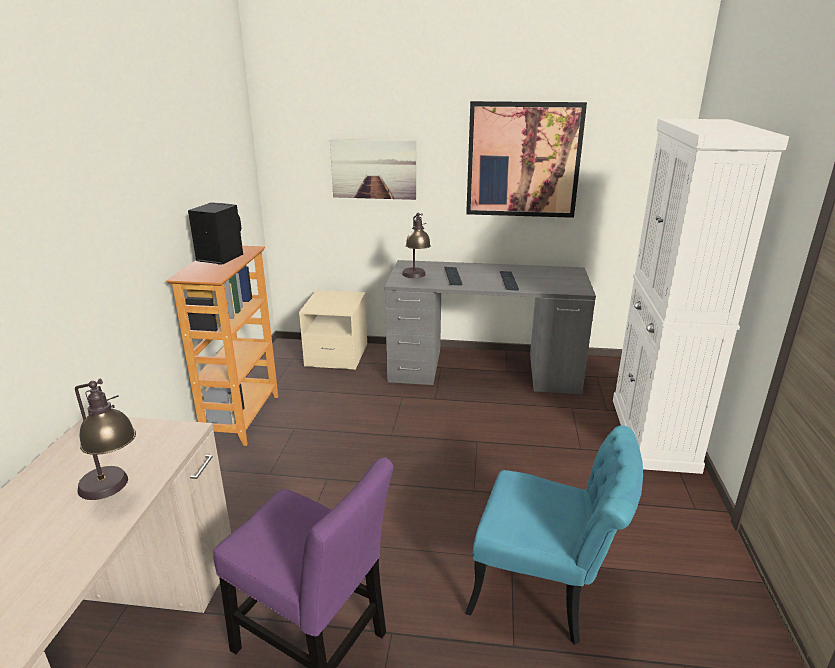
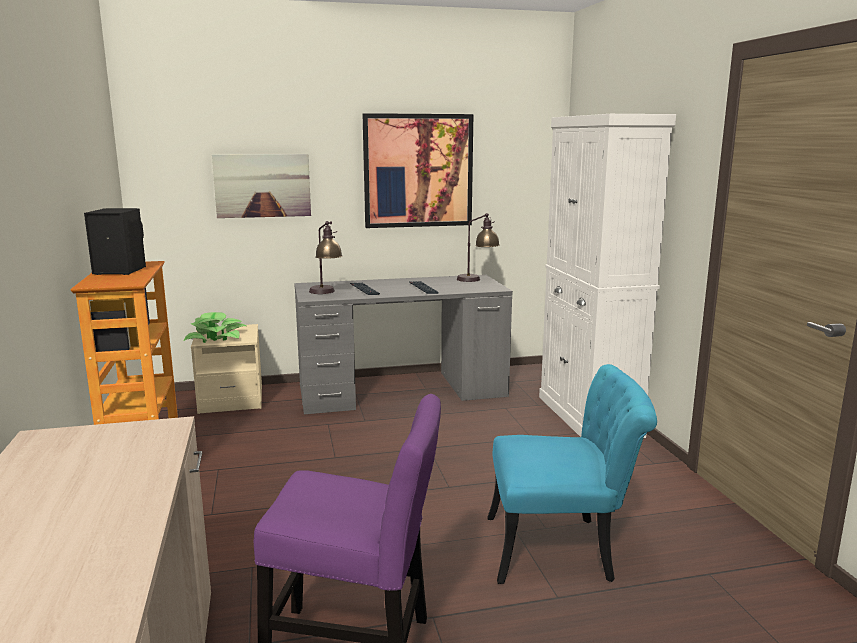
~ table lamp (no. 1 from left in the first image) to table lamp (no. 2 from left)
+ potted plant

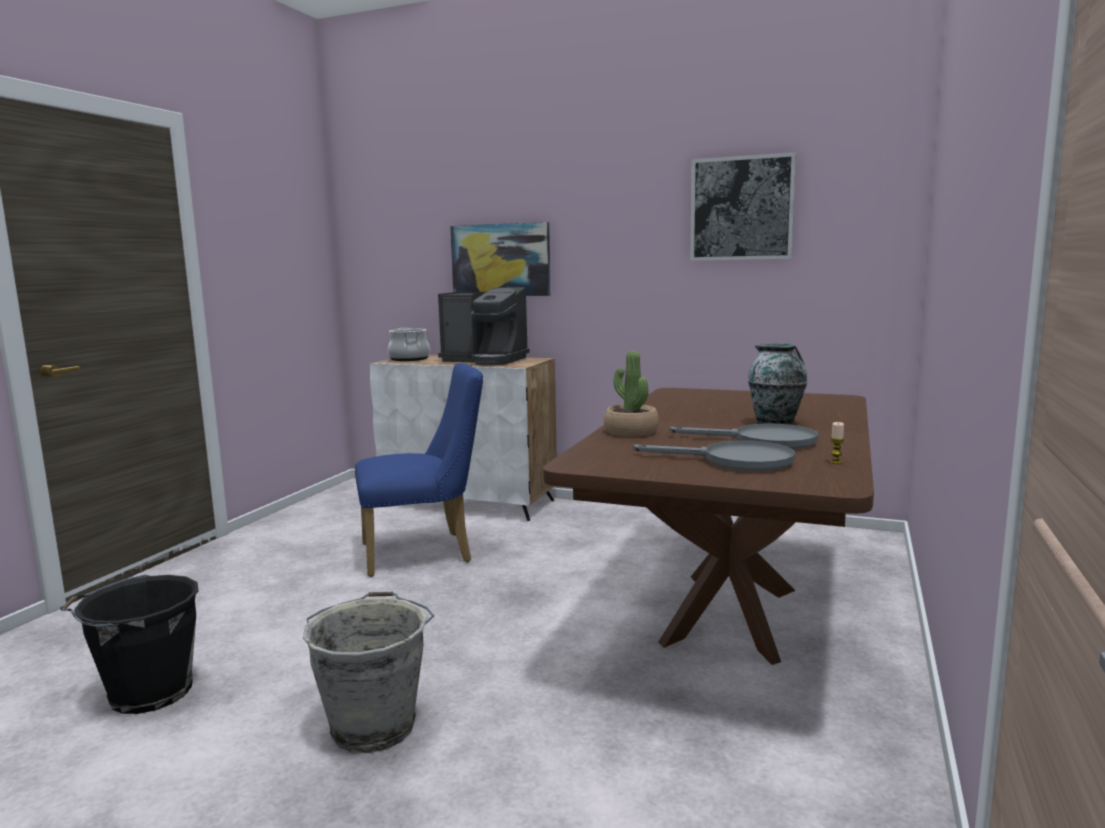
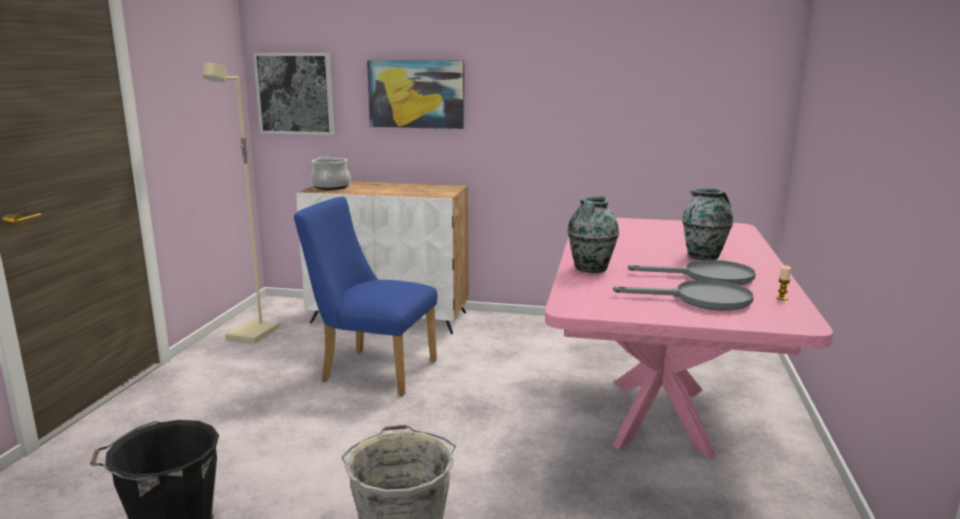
~ picture (no. 2 from left in the first image) to picture (no. 1 from left)
- coffee machine
~ potted plant to vase (no. 1 from left)
~ blue chair 135 degrees counterclockwise
~ brown dining table to pink dining table
+ beige floor lamp

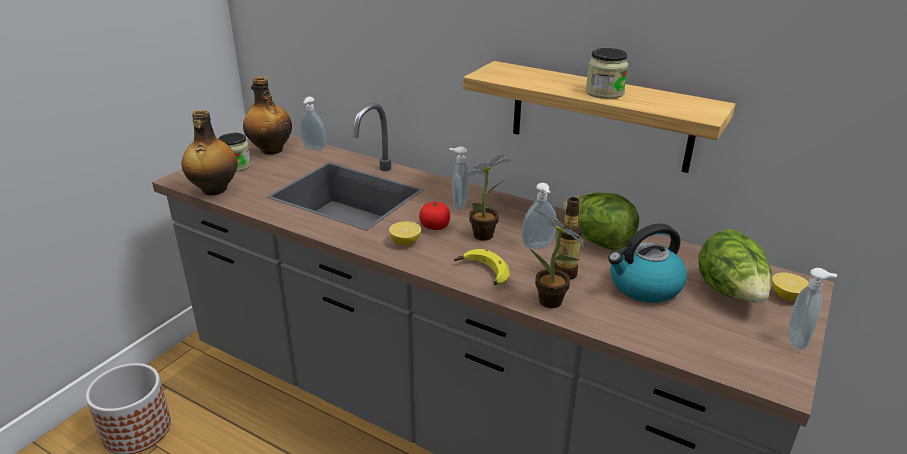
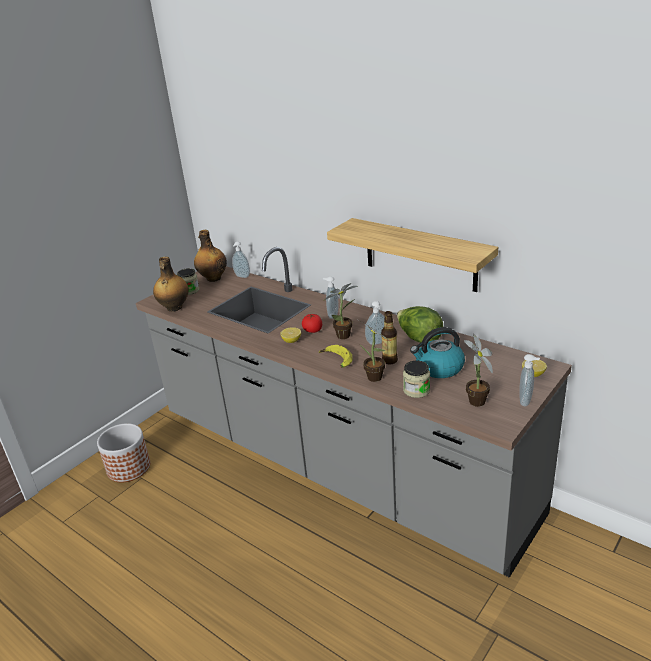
~ jar (no. 2 from left)
- lettuce (no. 2 from left)
+ potted plant (no. 3 from left)

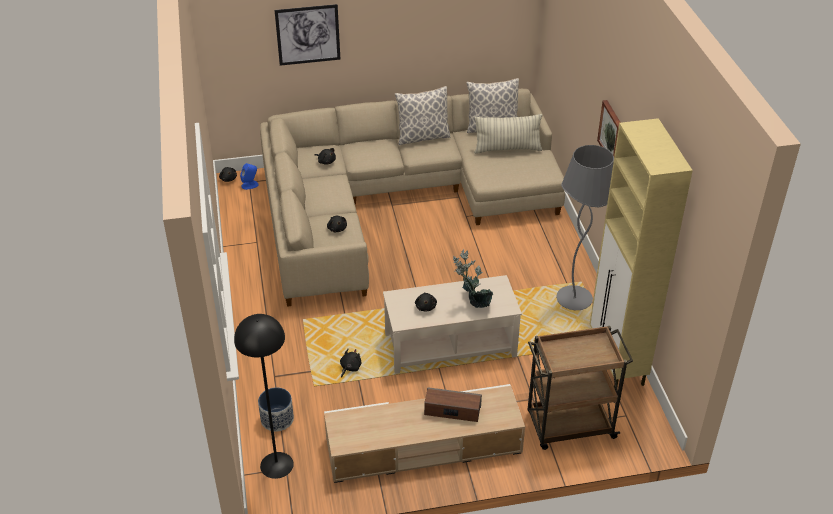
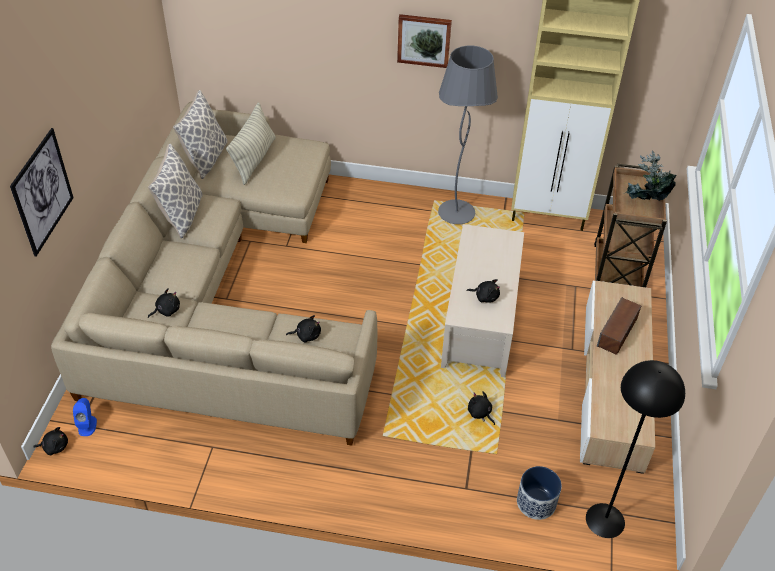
~ potted plant

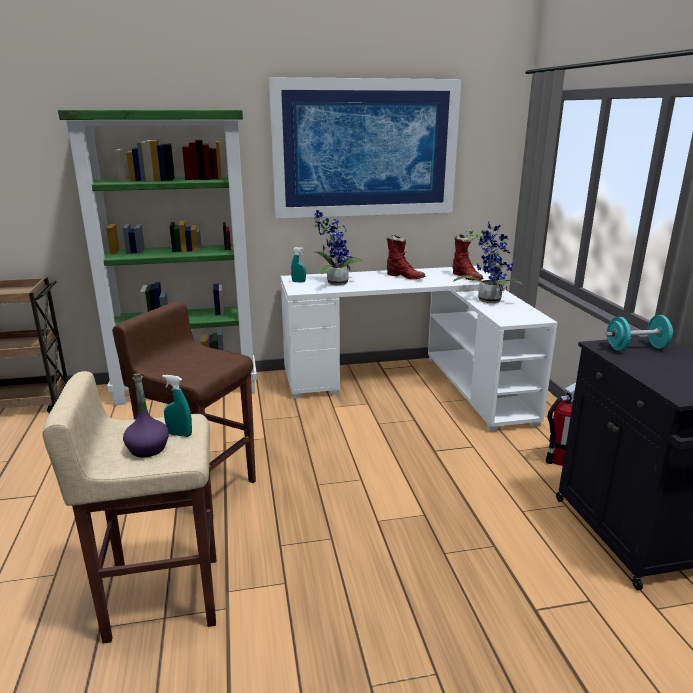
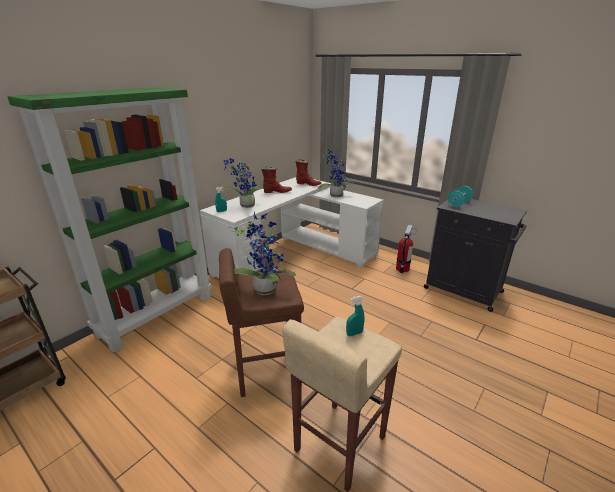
- picture
- purple bottle
+ potted plant (no. 2 from left)

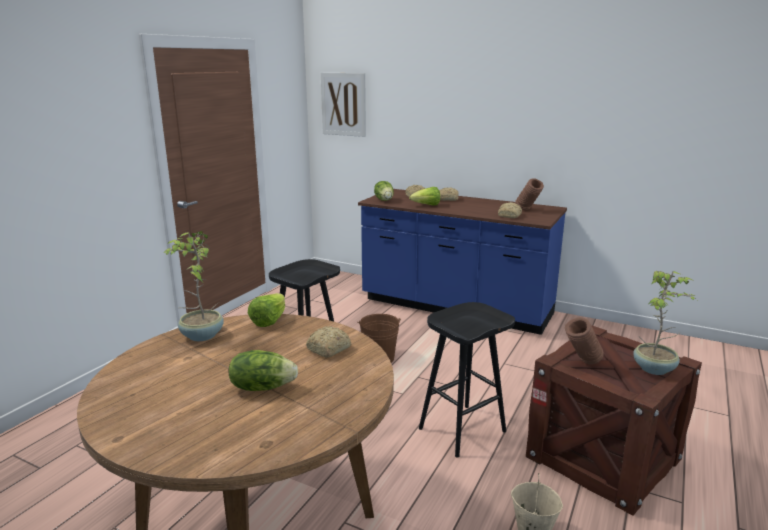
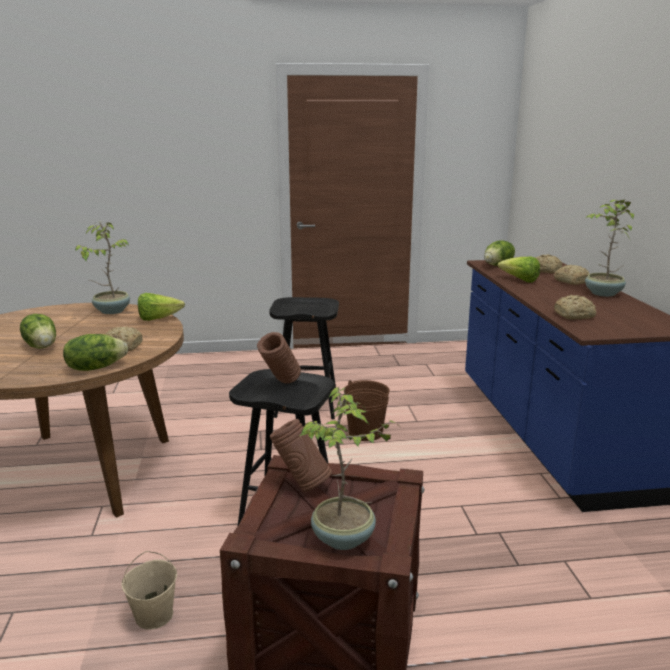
- picture
~ brown vase (no. 1 from left)
+ potted plant (no. 3 from left)
+ lettuce (no. 2 from left)

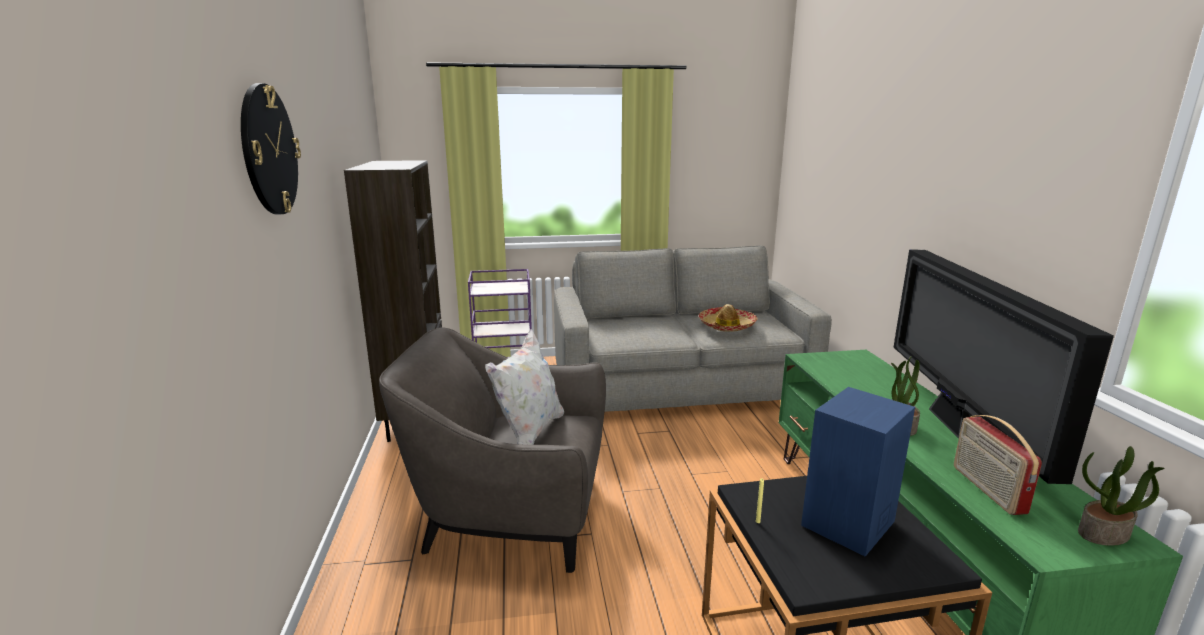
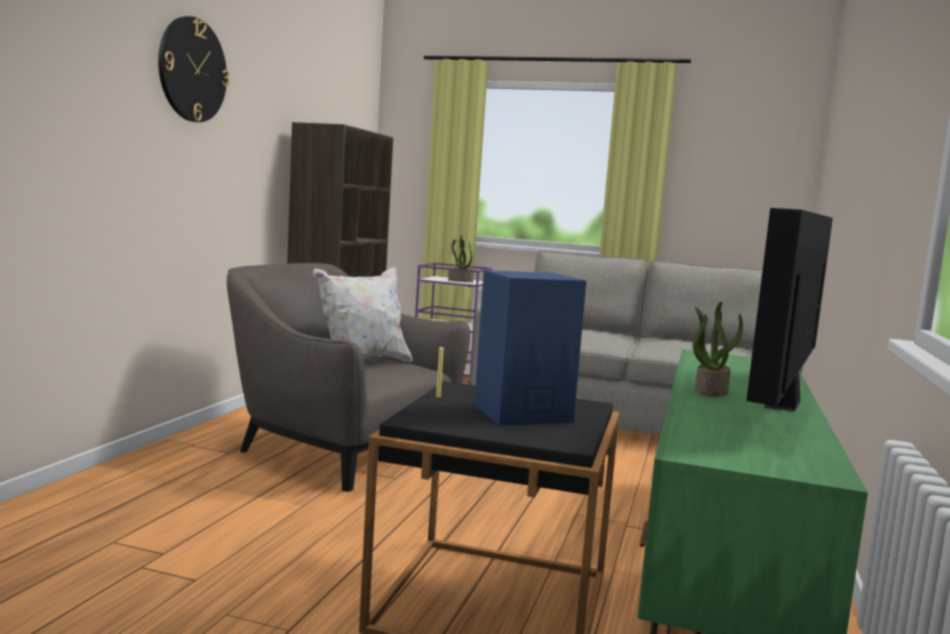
- hat
- radio
~ potted plant (no. 2 from left in the first image) to potted plant (no. 1 from left)

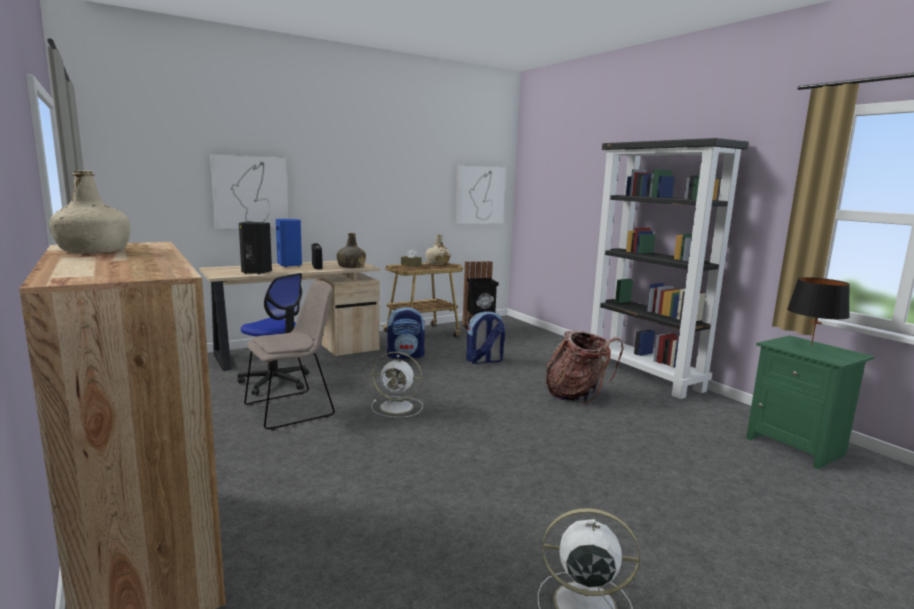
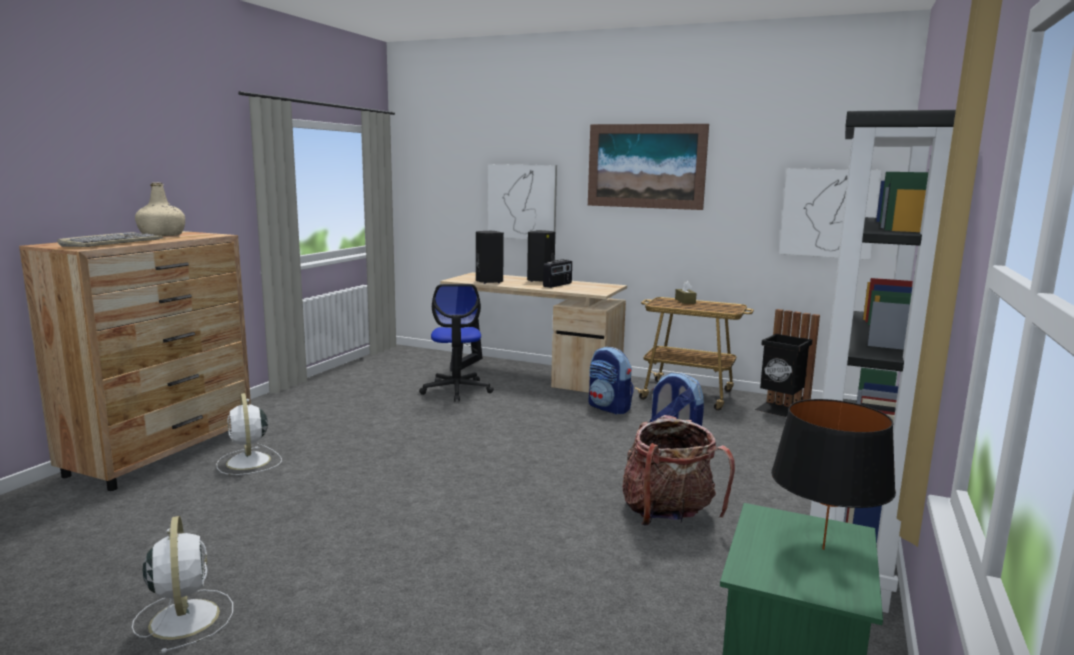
~ blue speaker to black speaker (no. 2 from left)
- green bottle
- beige bottle (no. 2 from left)
- beige chair
~ white fan (no. 1 from left in the first image) to white fan (no. 2 from left)
+ picture (no. 2 from left)
+ keyboard

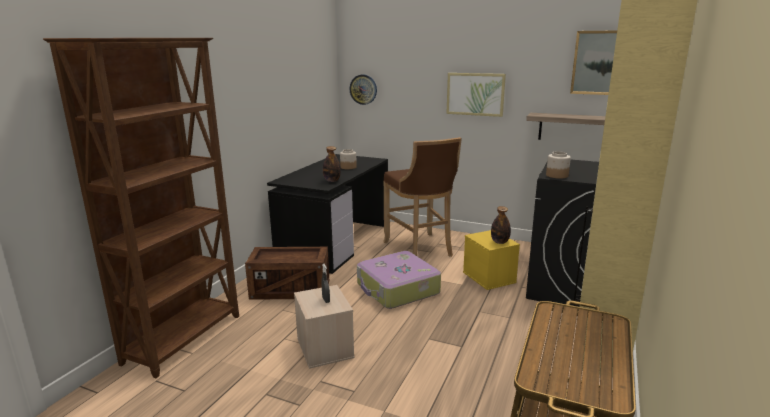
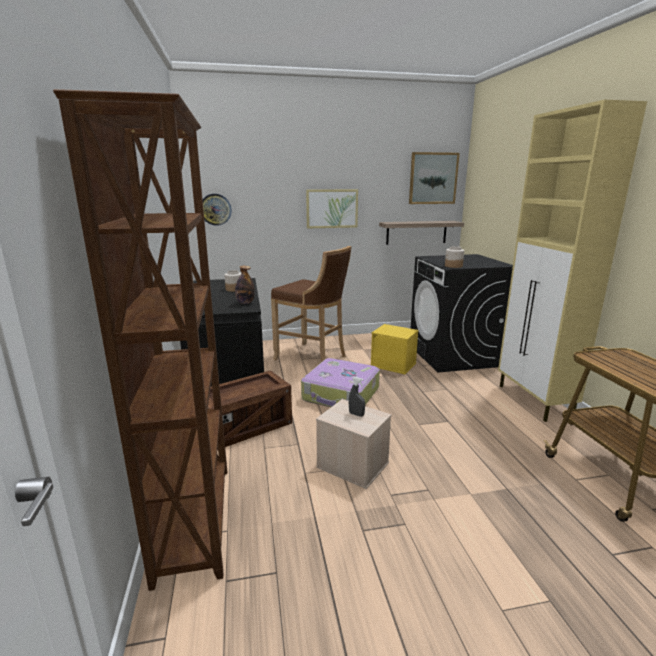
- bottle (no. 2 from left)

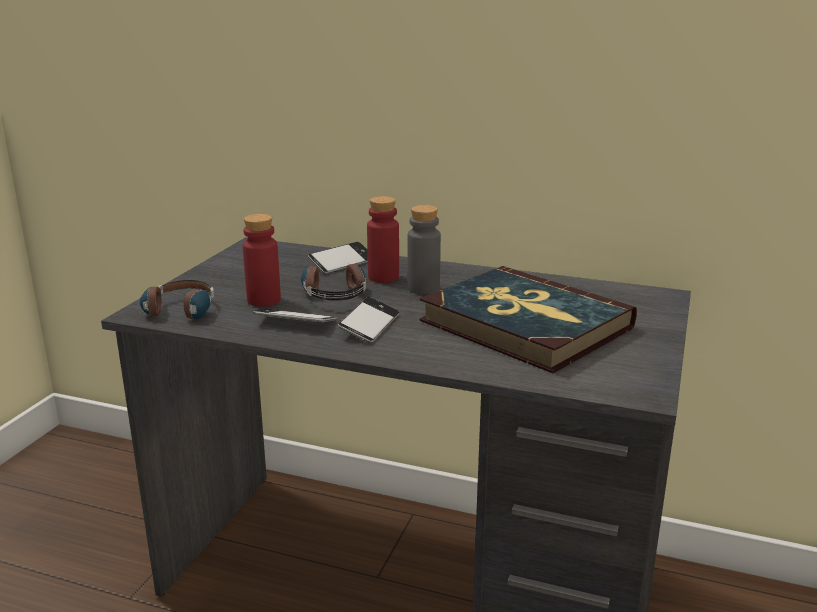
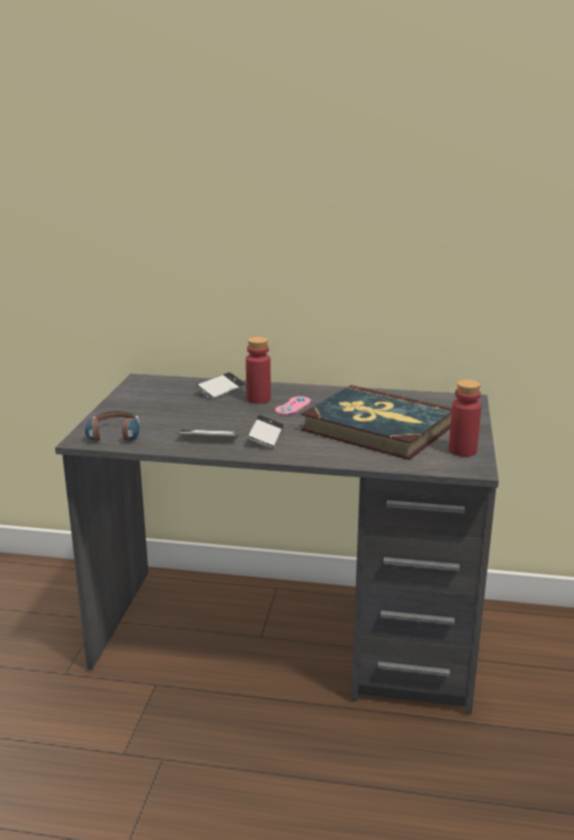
~ grey bottle to pink game controller
~ red bottle (no. 1 from left in the first image) to red bottle (no. 2 from left)
- headphones (no. 2 from left)

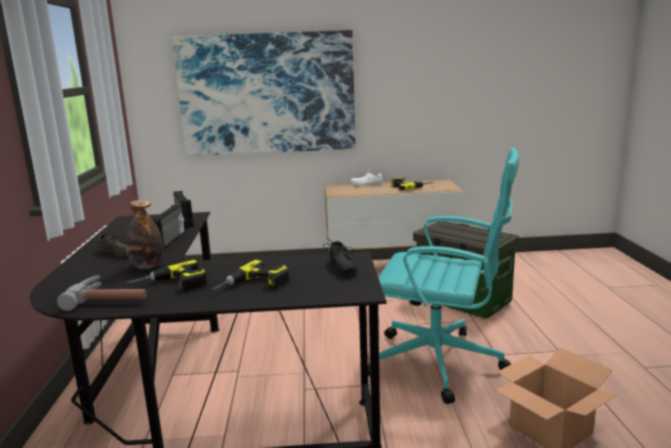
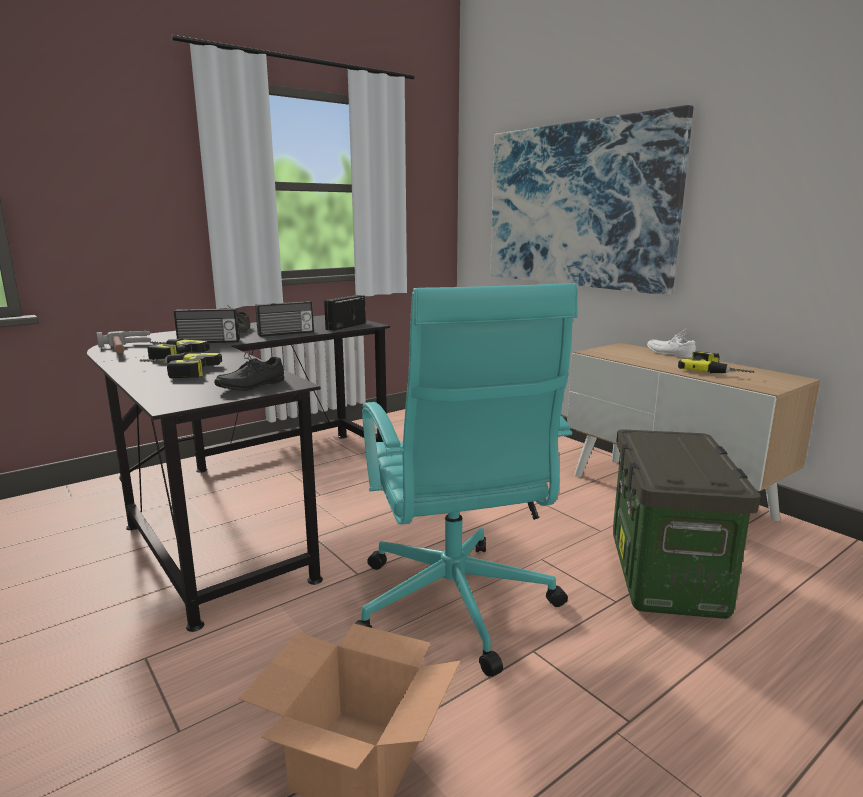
~ bottle to radio (no. 1 from left)

